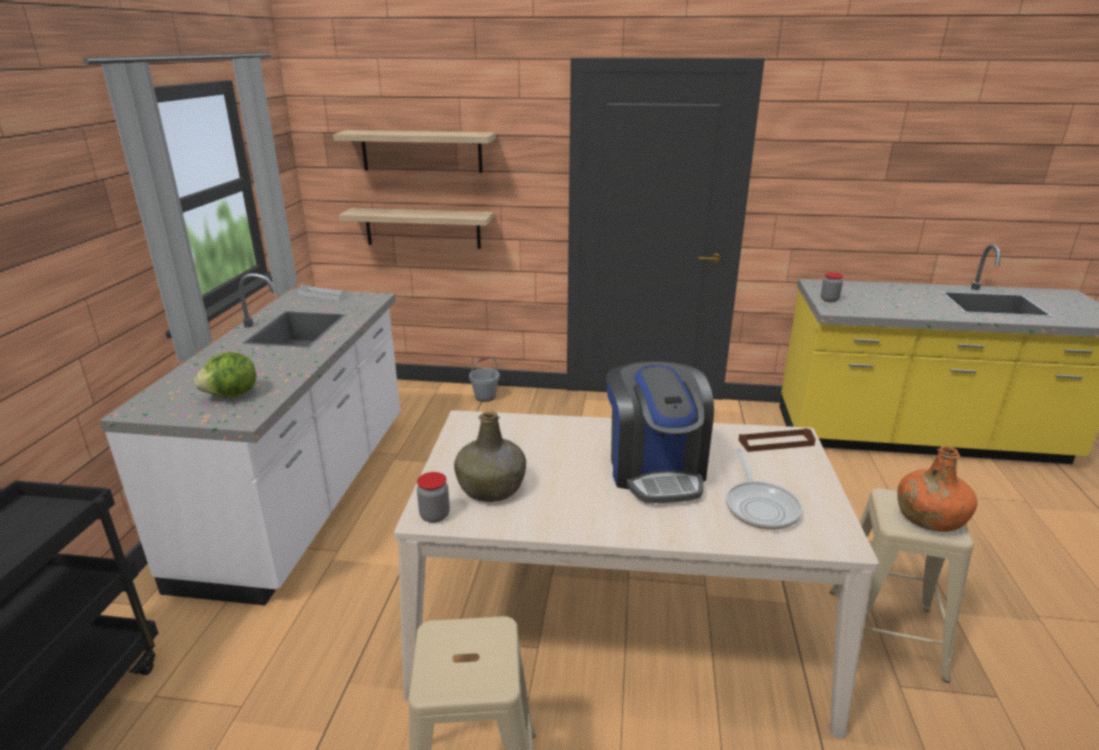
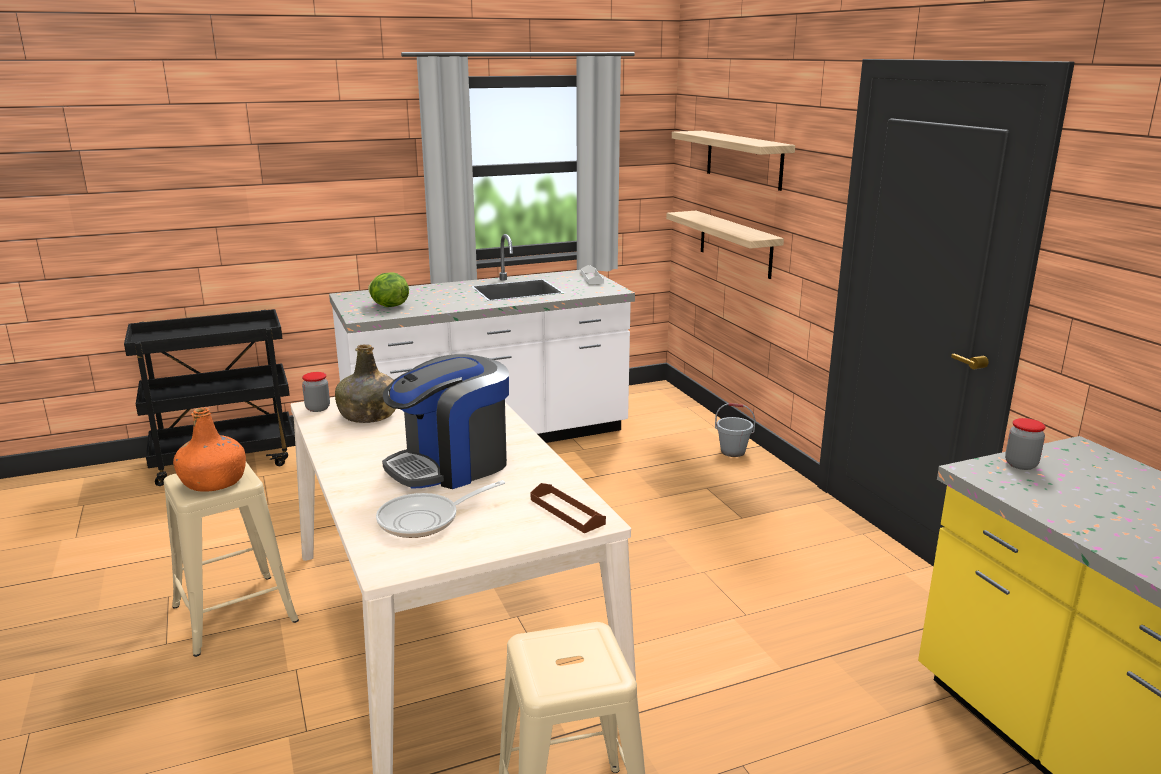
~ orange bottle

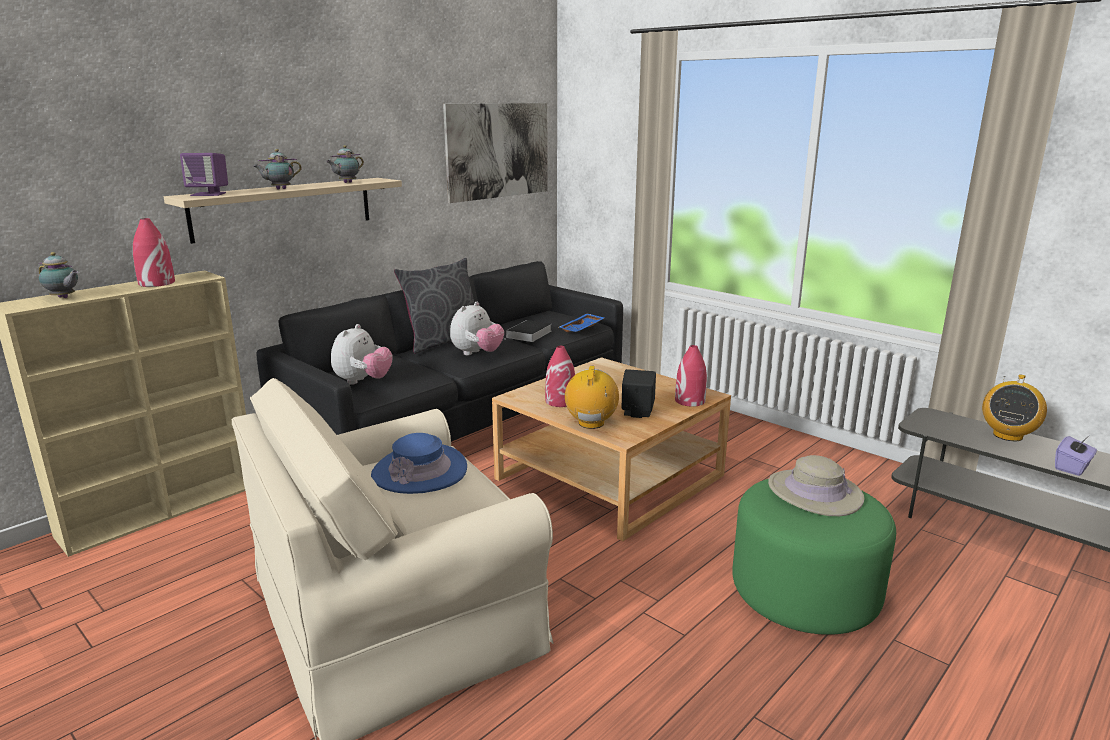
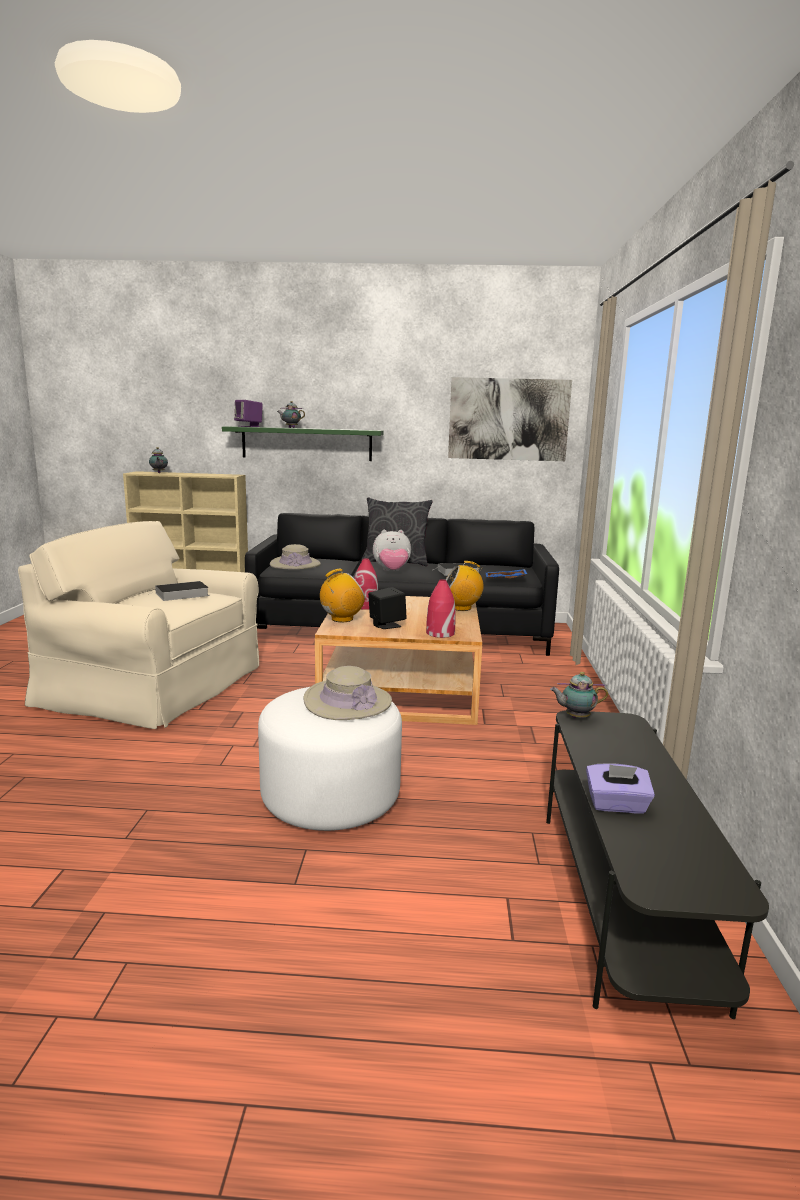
~ teapot (no. 3 from left)
~ beige shelf to green shelf
- red vase (no. 1 from left)
~ plush toy (no. 1 from left) to beige hat (no. 1 from left)
~ radio (no. 2 from left)
~ blue hat to book (no. 1 from left)
~ green ottoman to white ottoman

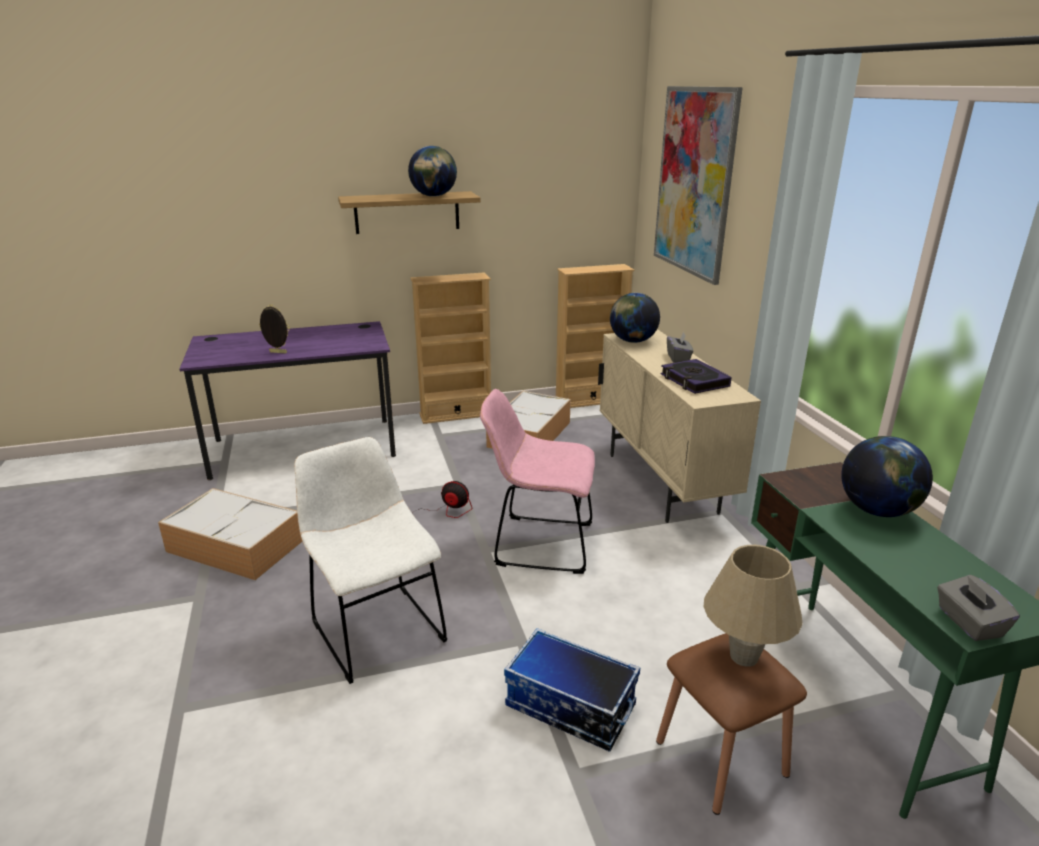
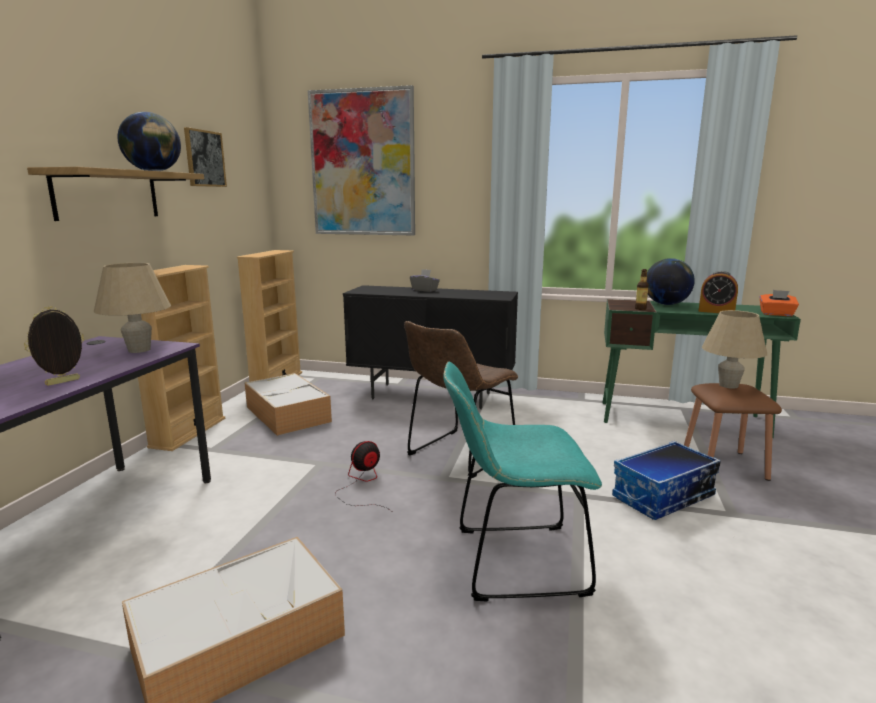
- globe (no. 2 from left)
~ beige cabinet to black cabinet
- book
~ pink chair to brown chair
~ white chair to turquoise chair
~ grey tissue box (no. 2 from left) to orange tissue box
+ picture (no. 1 from left)
+ beige table lamp (no. 1 from left)
+ bottle
+ alarm clock

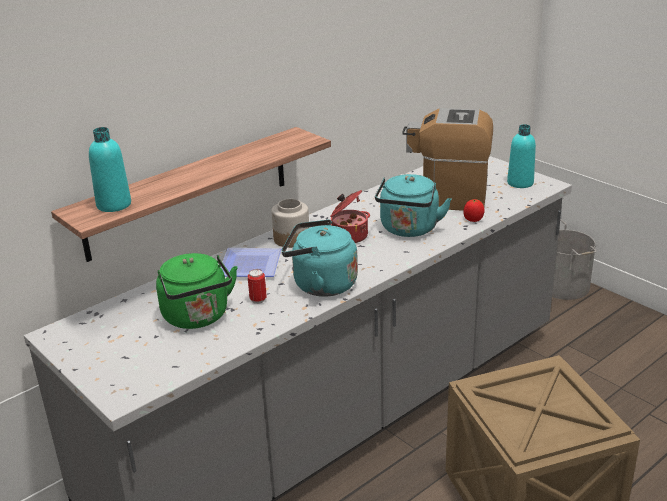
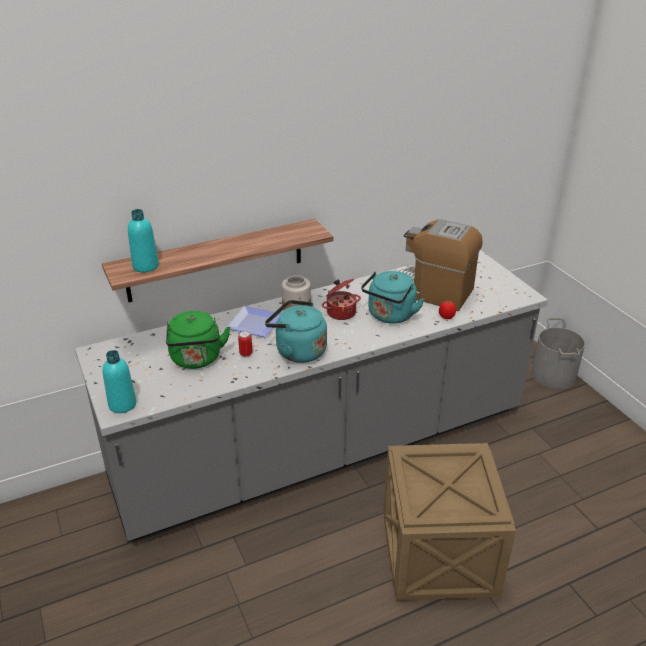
~ turquoise bottle (no. 2 from left in the first image) to turquoise bottle (no. 1 from left)

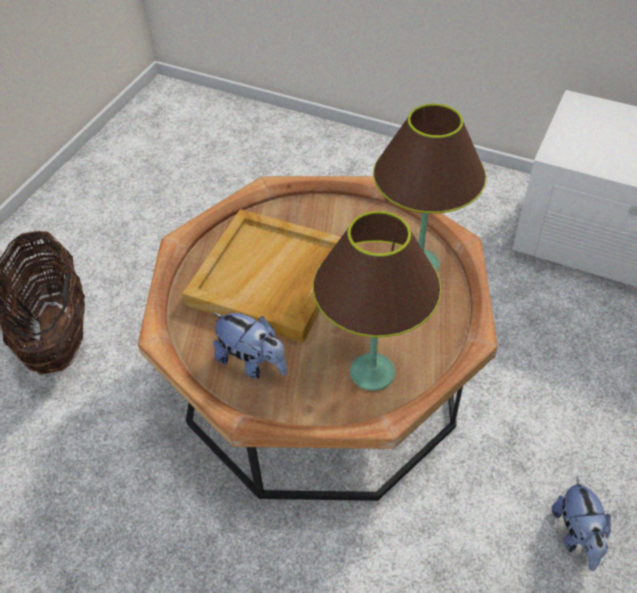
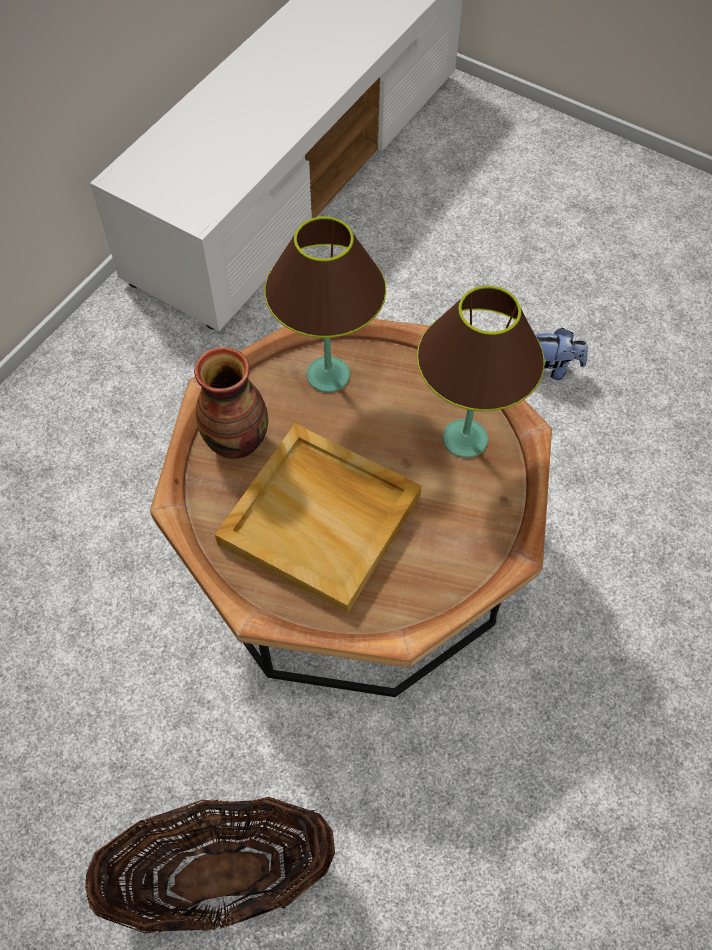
- plush toy (no. 1 from left)
+ vase

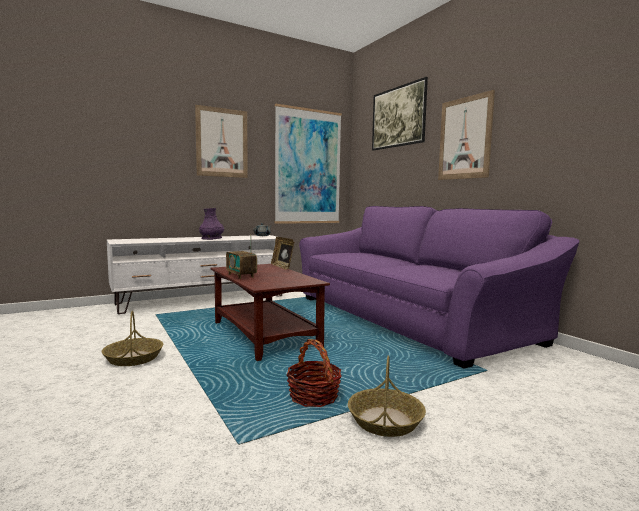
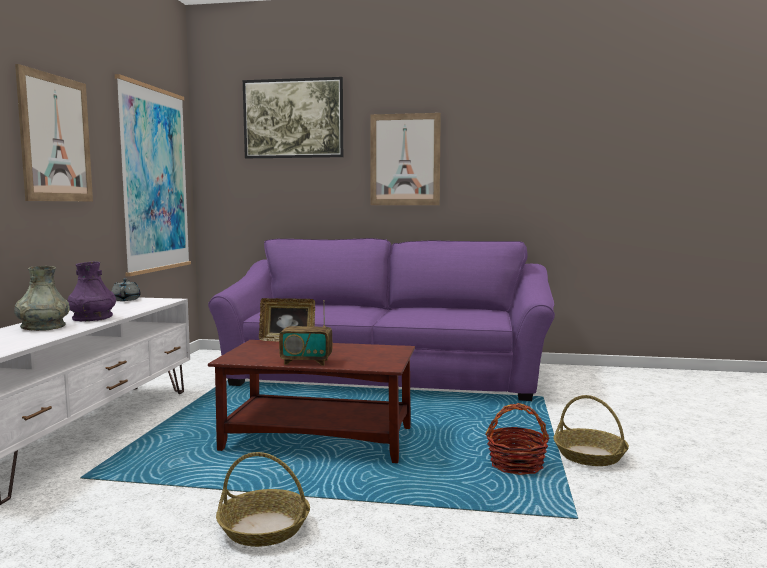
+ grey vase

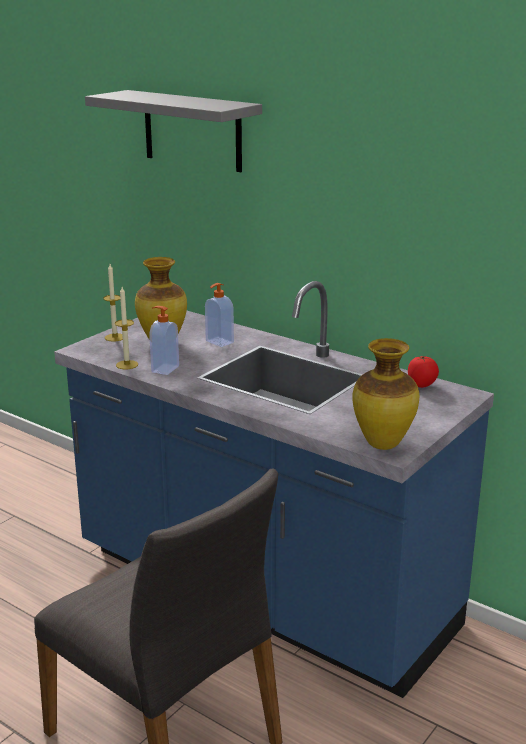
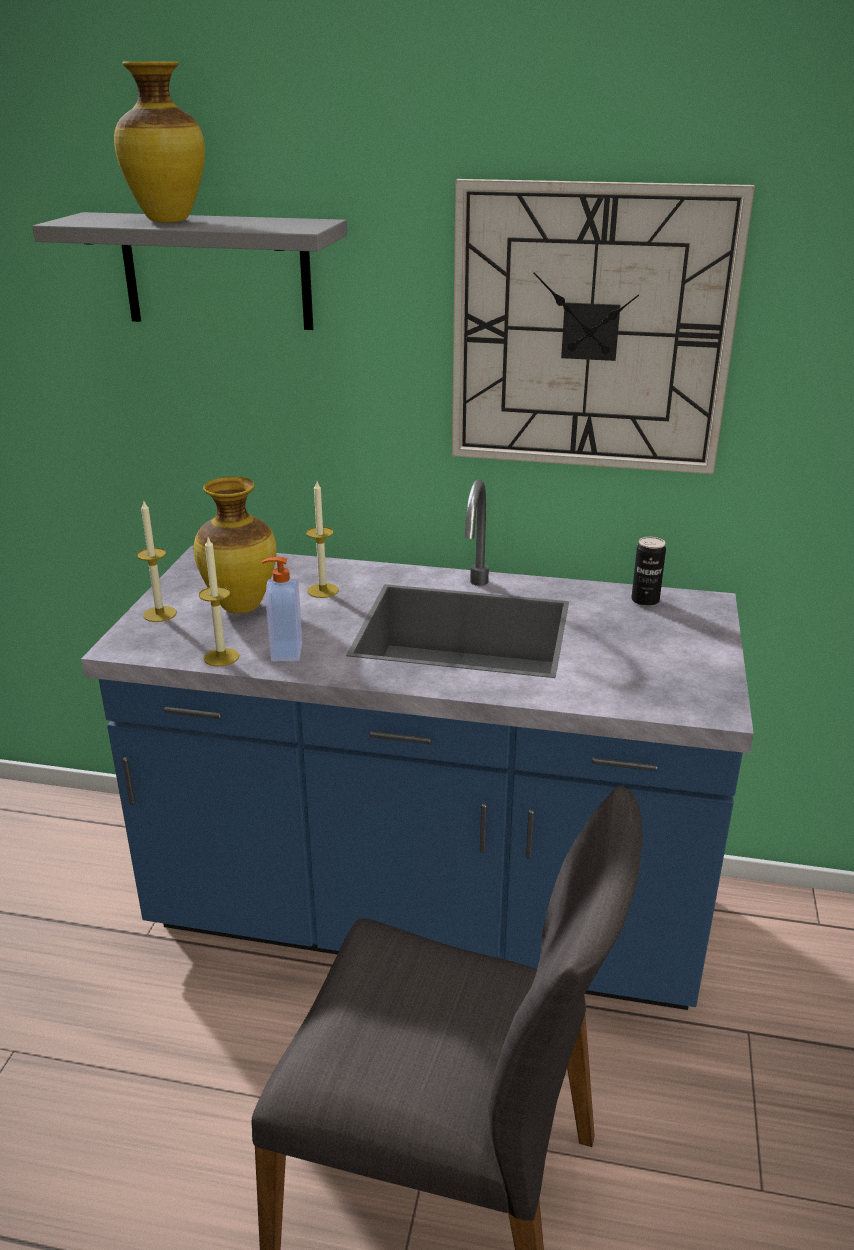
~ soap dispenser (no. 2 from left) to candle (no. 3 from left)
~ vase (no. 2 from left in the first image) to vase (no. 1 from left)
~ tomato to can
+ wall clock

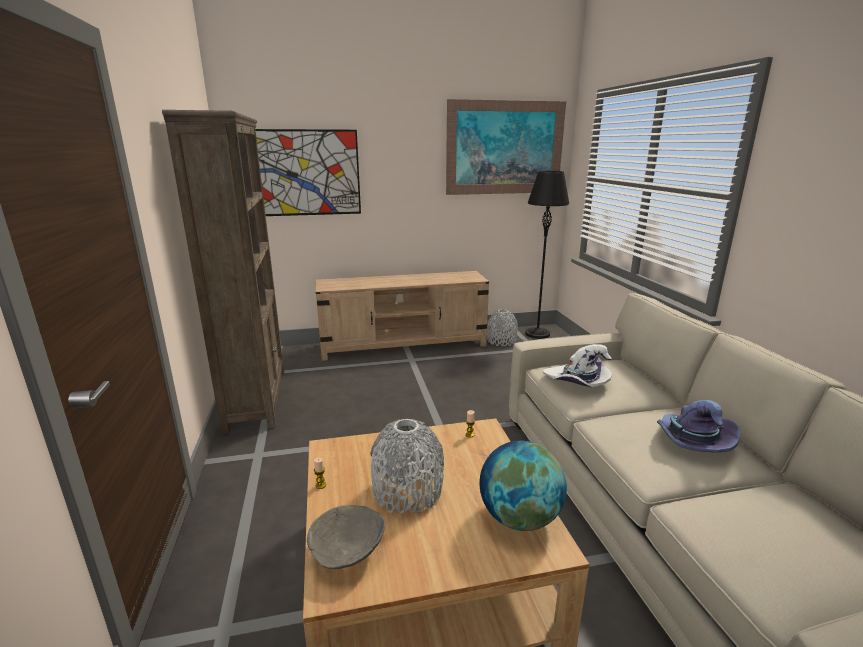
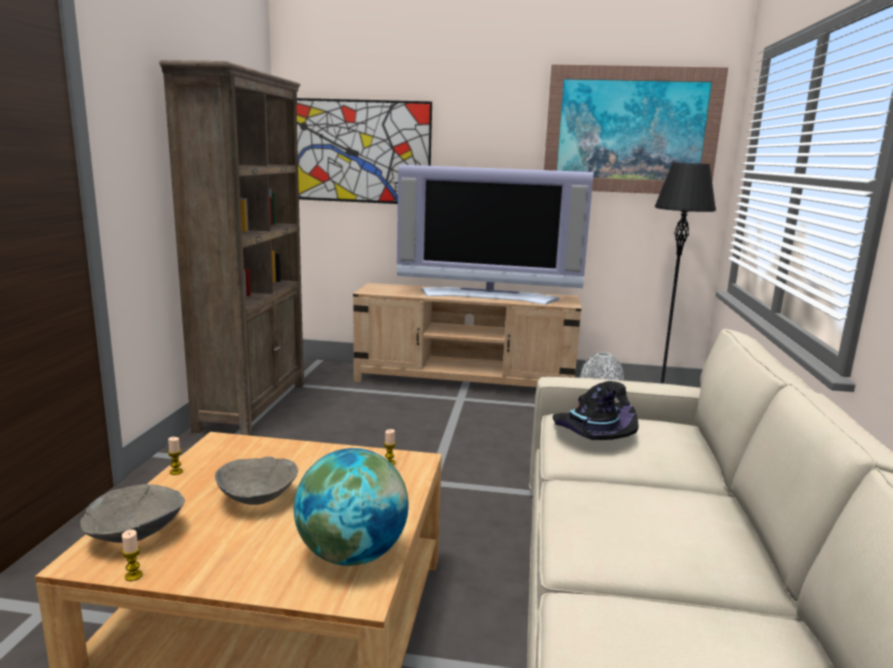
~ white hat to black hat
- purple hat
~ grey vase (no. 1 from left) to grey bowl (no. 2 from left)
+ television
+ candle (no. 1 from left)

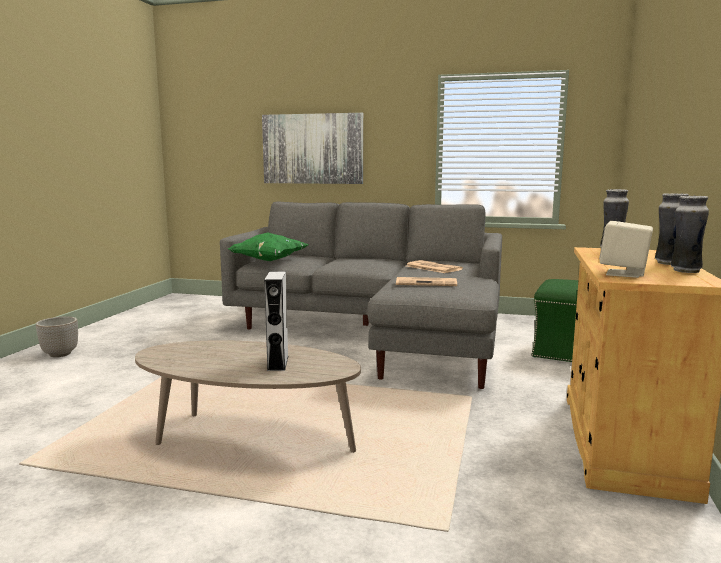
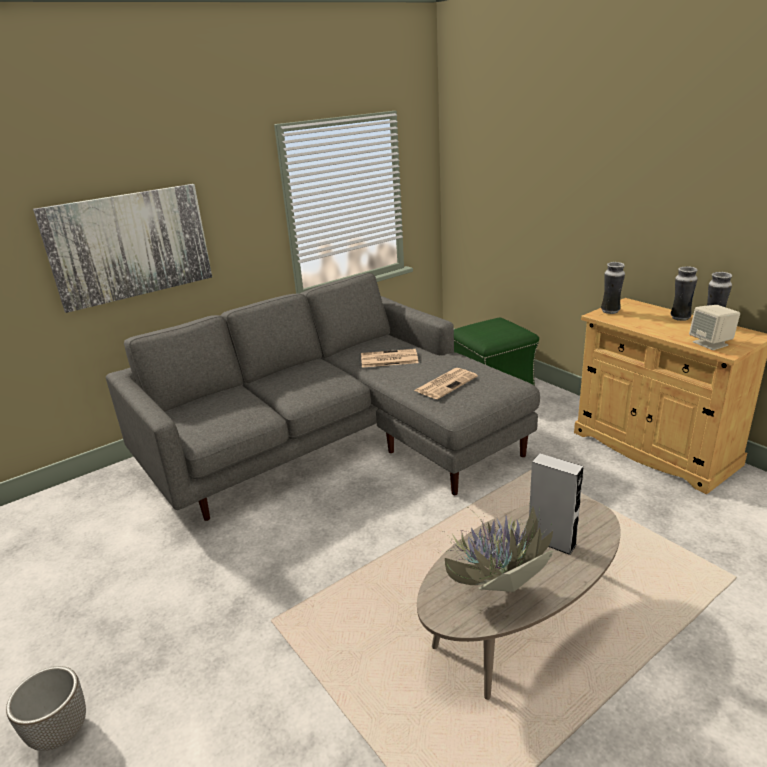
- green pillow
+ potted plant

